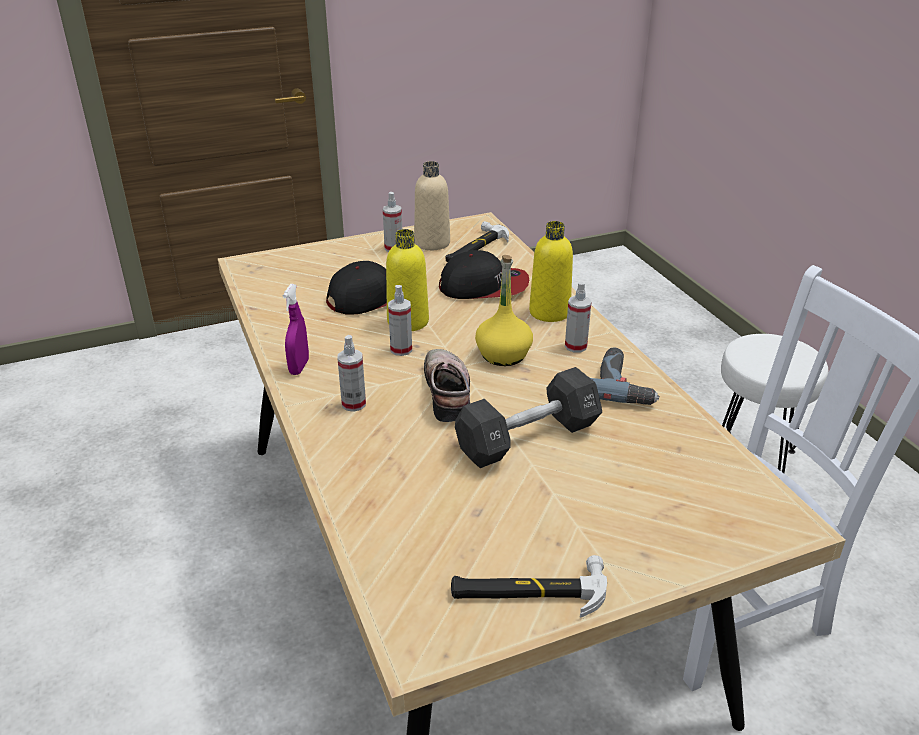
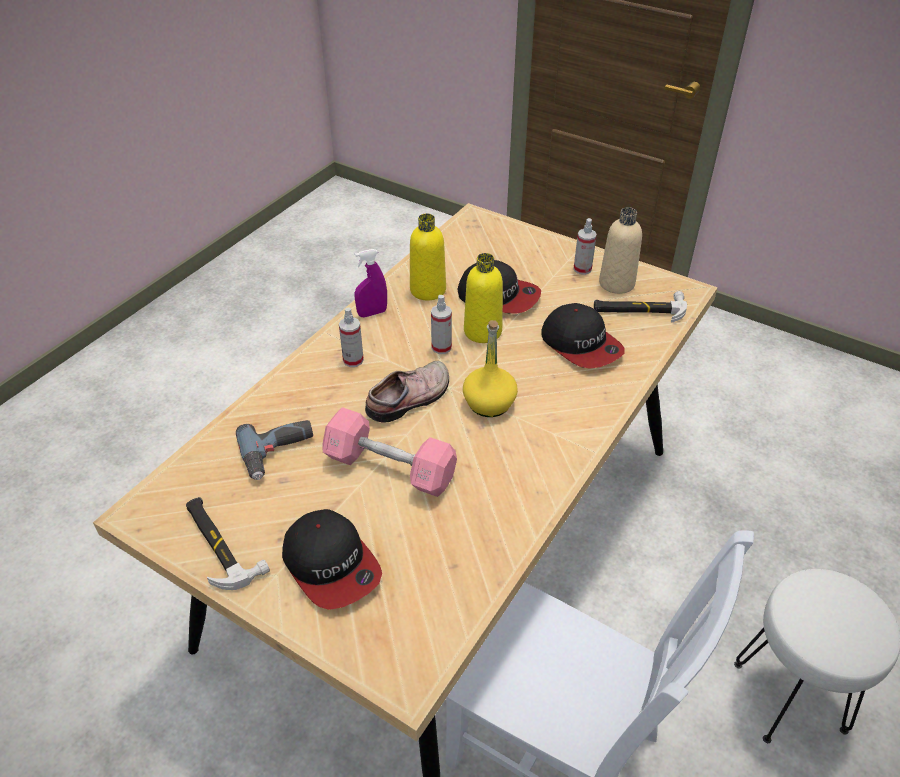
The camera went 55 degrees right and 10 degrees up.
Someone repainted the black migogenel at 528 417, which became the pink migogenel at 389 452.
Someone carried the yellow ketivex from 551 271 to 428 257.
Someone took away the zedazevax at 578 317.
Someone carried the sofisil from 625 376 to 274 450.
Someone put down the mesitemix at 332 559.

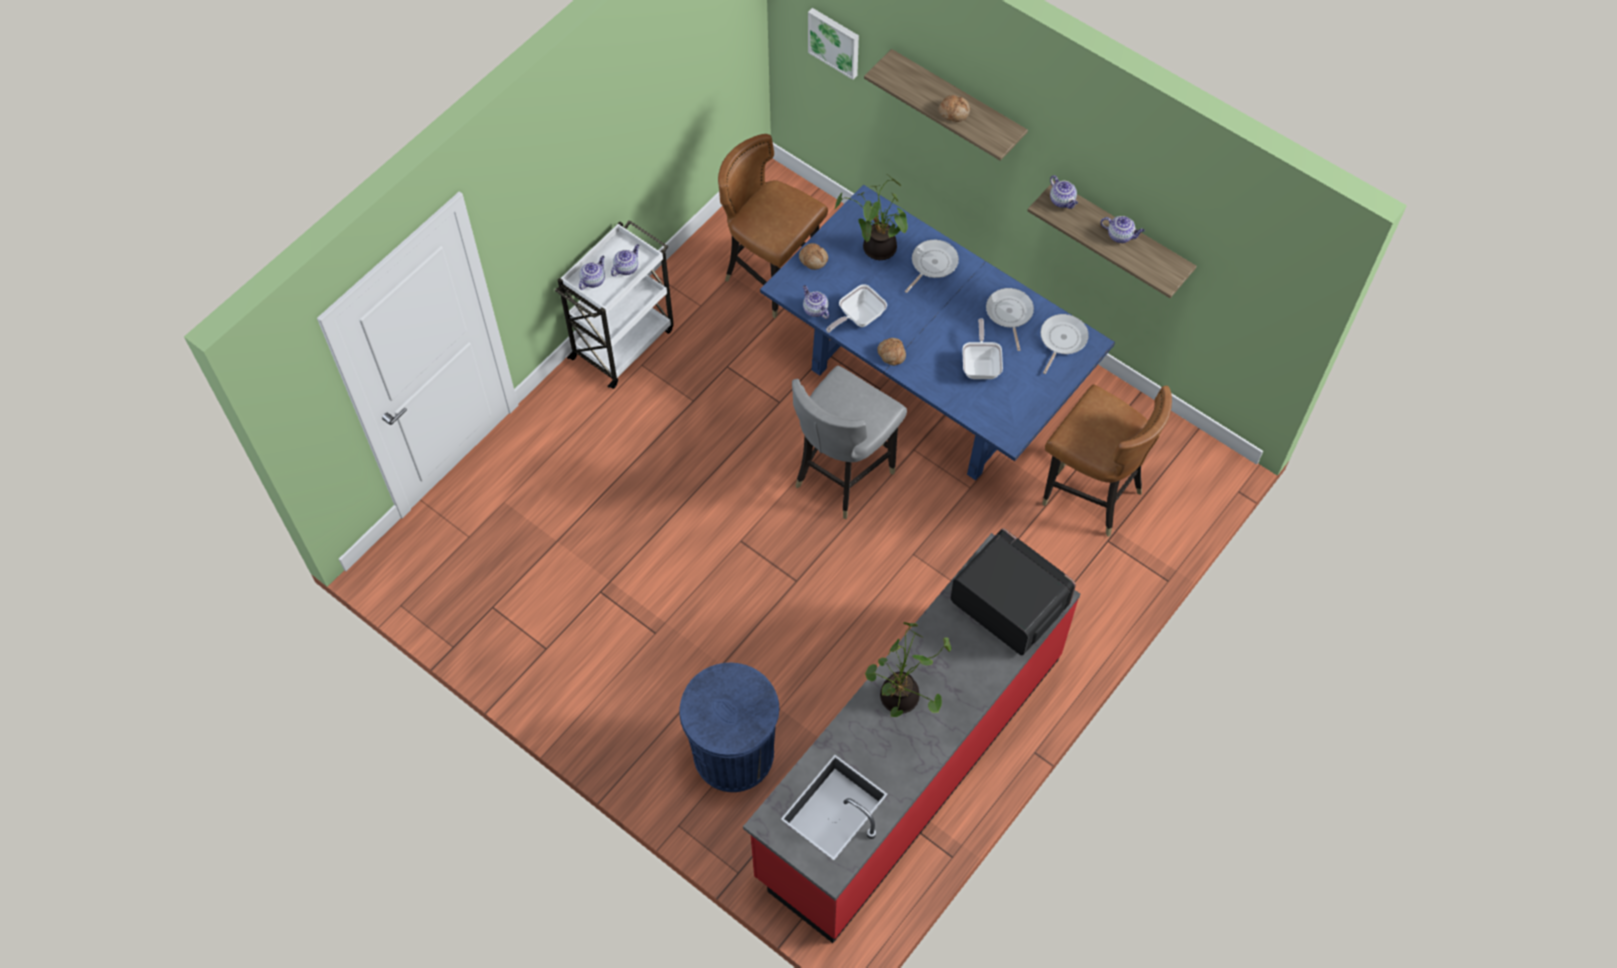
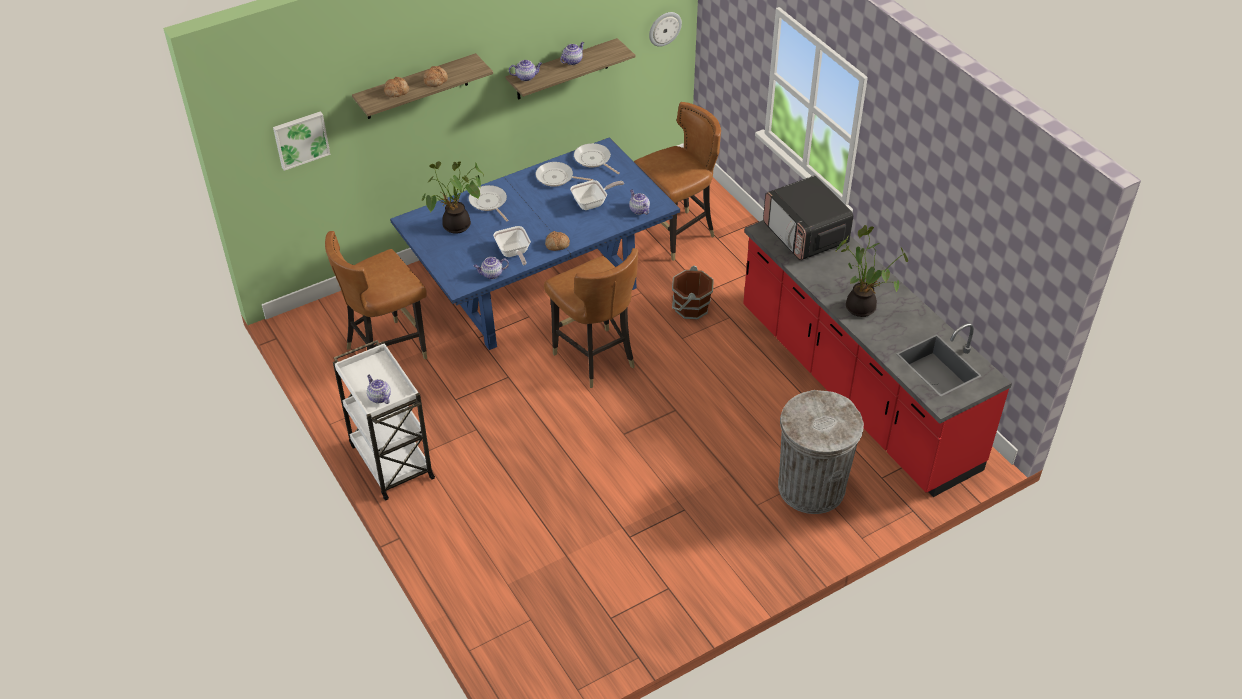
The camera went 70 degrees left and 15 degrees down.
Someone carried the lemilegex from 625 260 to 639 202.
Someone repainted the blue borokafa at 729 727, which became the grey borokafa at 821 452.
Someone repainted the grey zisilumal at 849 442, which became the brown zisilumal at 591 318.
Someone carried the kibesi from 813 256 to 396 87.
Someone rotated the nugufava at 1013 592 by 90 degrees counterclockwise.
Someone rotated the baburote at 982 349 by 135 degrees clockwise.
Someone put up the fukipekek at 665 29.
Someone put down the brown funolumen at 693 293.

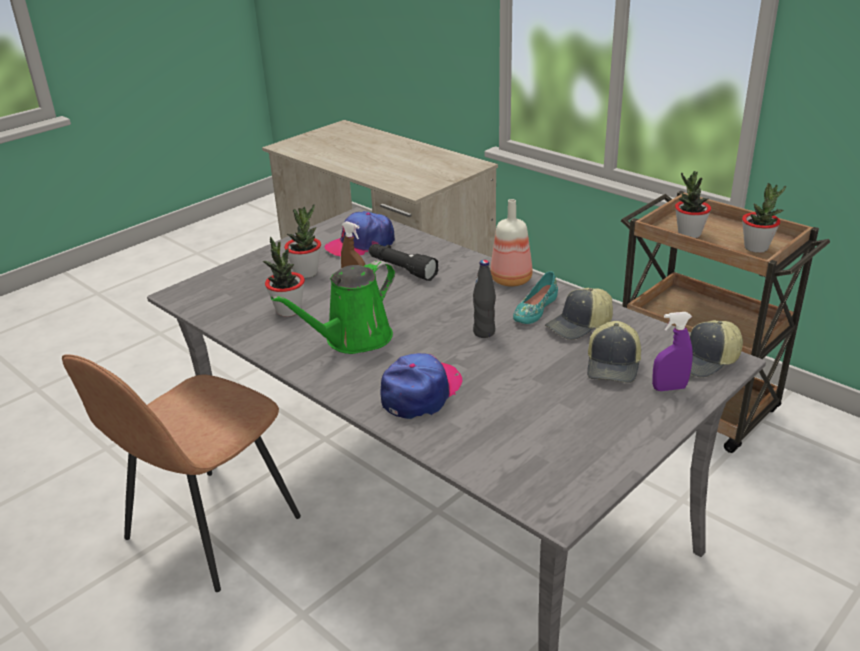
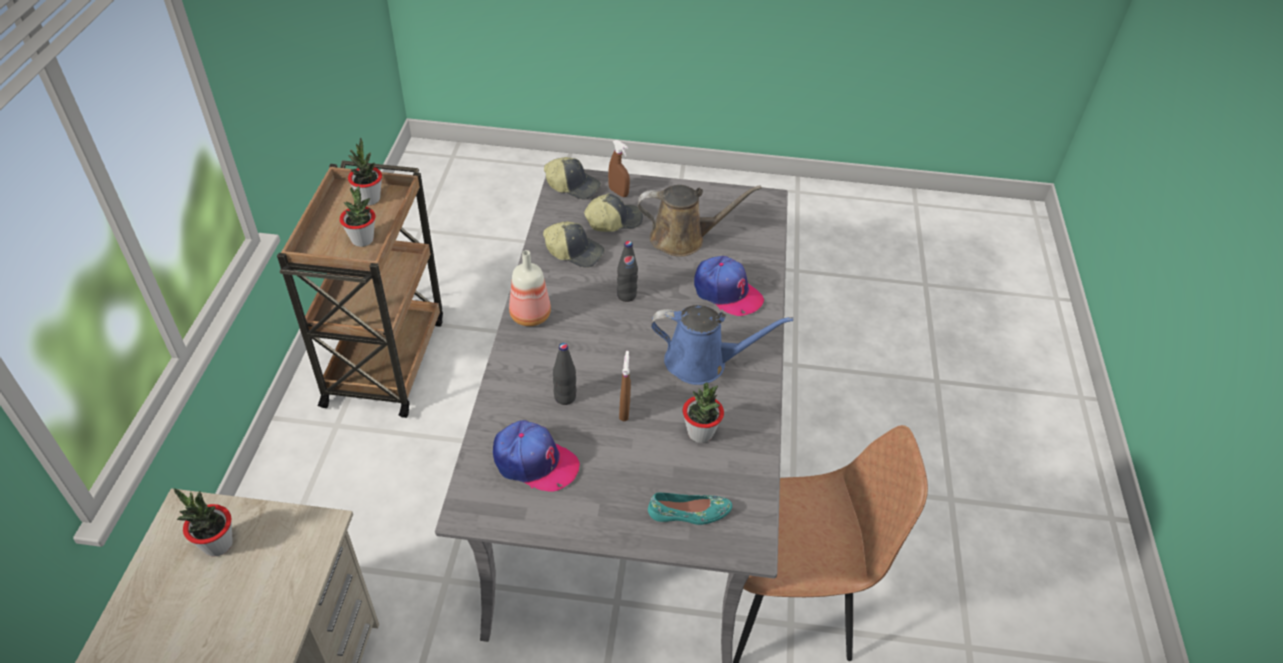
The camera went 130 degrees left and 15 degrees up.
Someone repainted the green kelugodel at 333 307, which became the blue kelugodel at 722 345.
Someone carried the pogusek from 302 241 to 203 522.
Someone swapped the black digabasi at 404 262 for the black ketivex at 564 374.
Someone rotated the mesitemix at 421 386 by 135 degrees counterclockwise.
Someone carried the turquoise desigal from 535 297 to 690 508.
Someone repainted the purple zedazevax at 672 351, which became the brown zedazevax at 619 168.
Someone put down the brown kelugodel at 700 221.

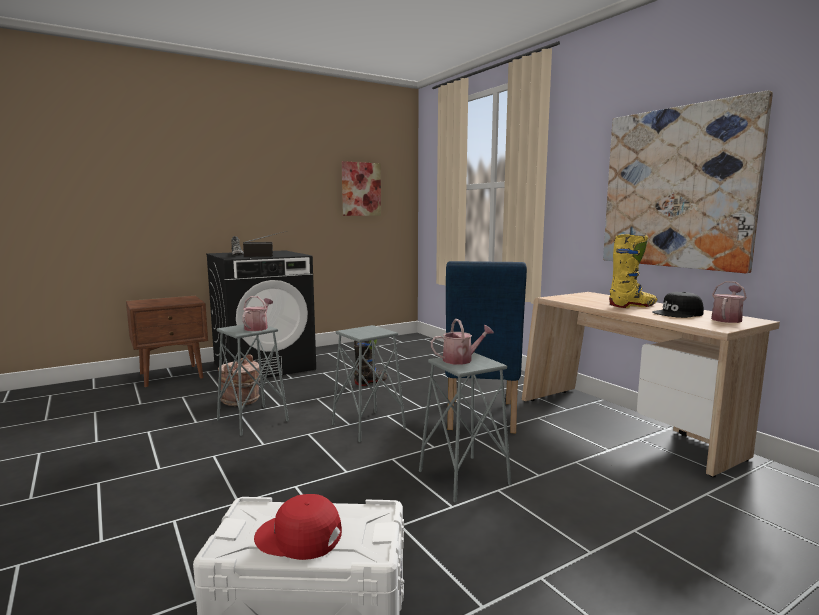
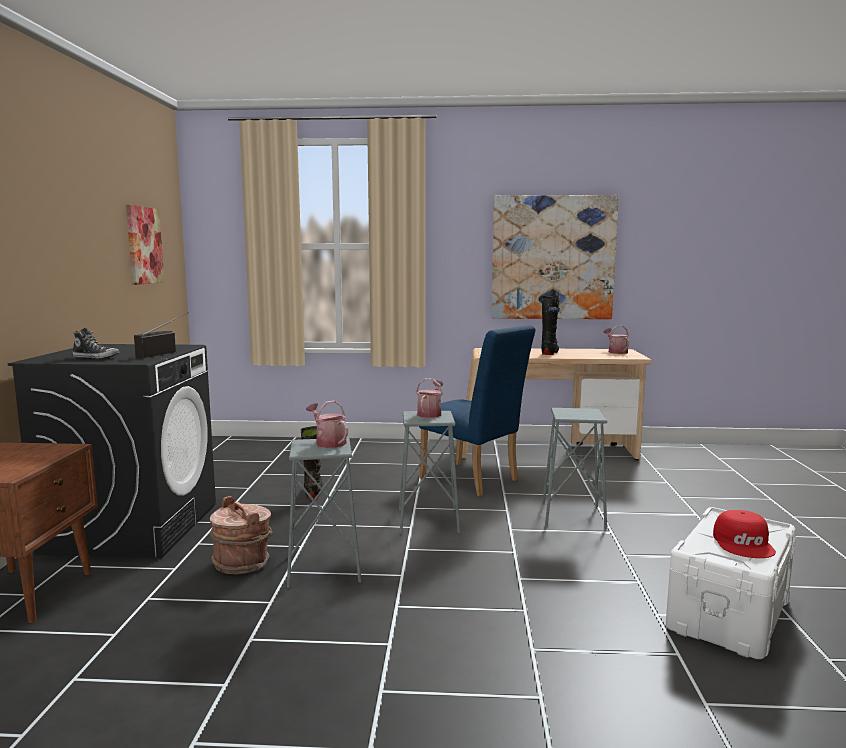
The camera went 55 degrees left and 0 degrees up.
Someone rotated the red mesitemix at 298 527 by 45 degrees counterclockwise.
Someone carried the kelugodel from 462 342 to 429 398.
Someone repainted the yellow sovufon at 633 271, which became the black sovufon at 550 325.
Someone took away the black mesitemix at 678 305.

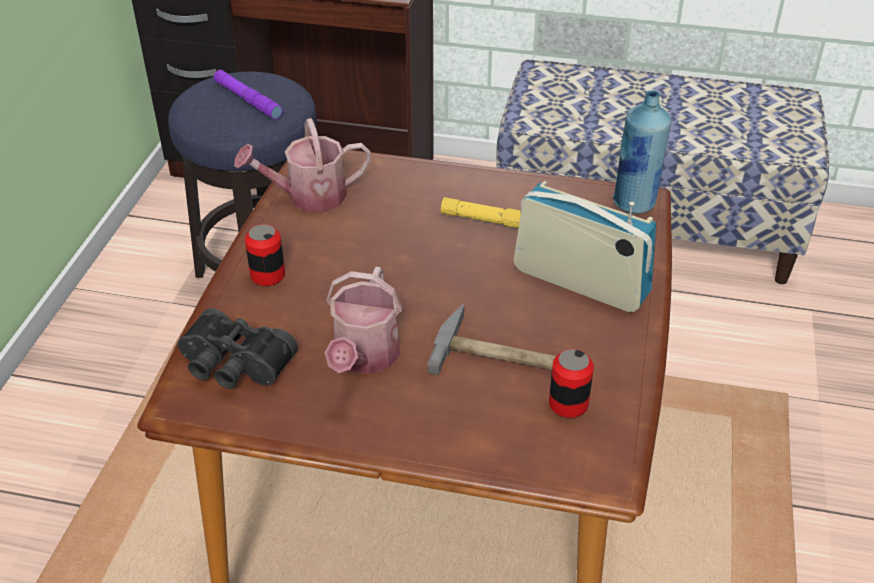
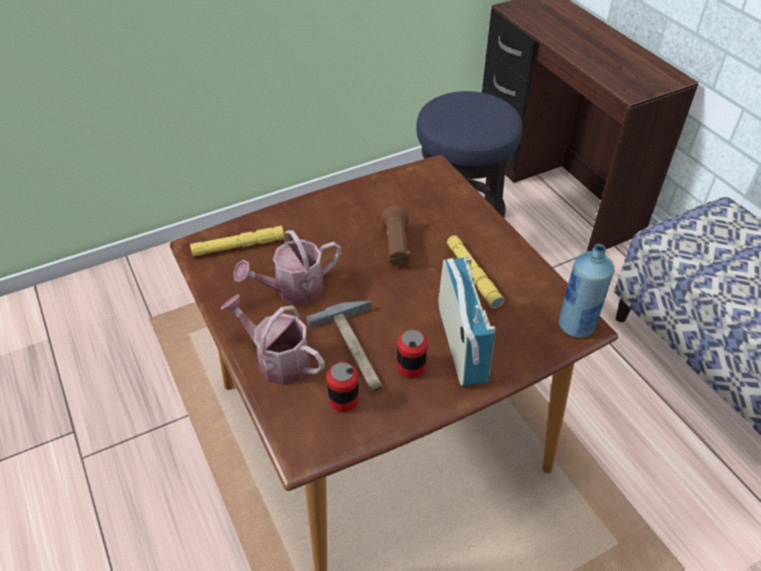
The camera went 50 degrees right and 5 degrees up.
Someone swapped the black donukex at 237 348 for the yellow digabasi at 237 241.
Someone took away the purple digabasi at 248 94.
Someone carried the kelugodel from 302 165 to 273 339.
Someone carried the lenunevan from 265 255 to 412 354.
Someone put down the brown digabasi at 396 236.

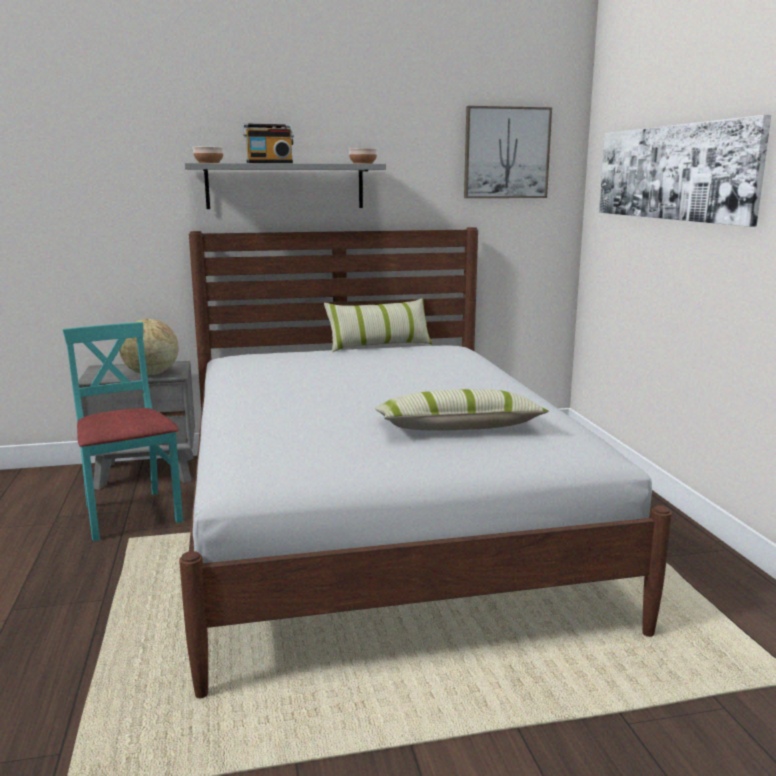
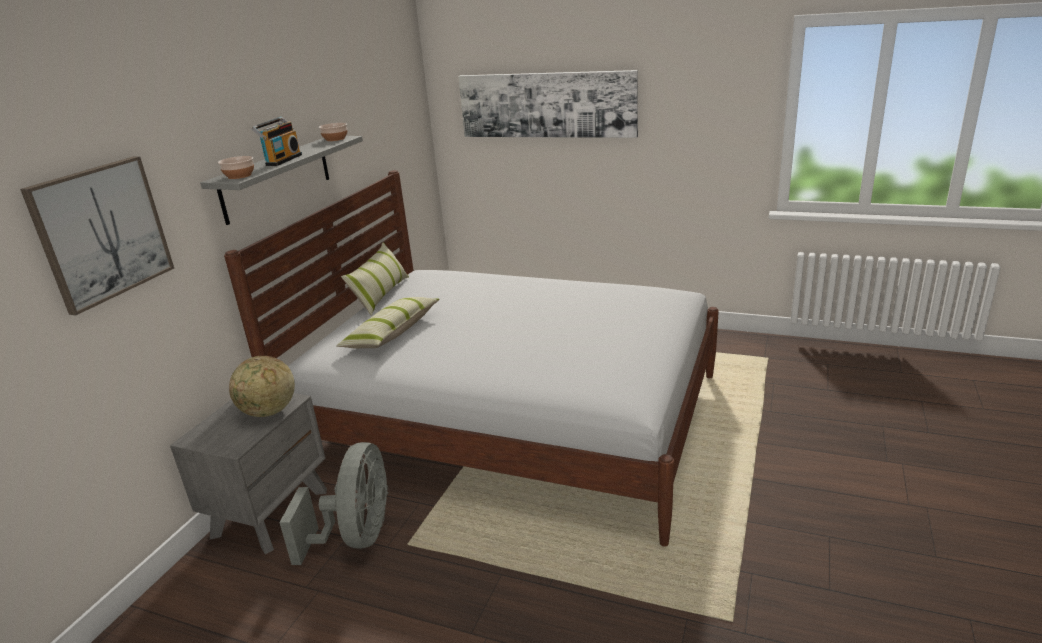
The camera went 55 degrees left and 10 degrees up.
Someone swapped the turquoise zisilumal at 123 431 for the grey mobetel at 333 503.
Someone carried the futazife from 462 410 to 388 322.
Someone carried the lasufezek from 508 152 to 97 235.

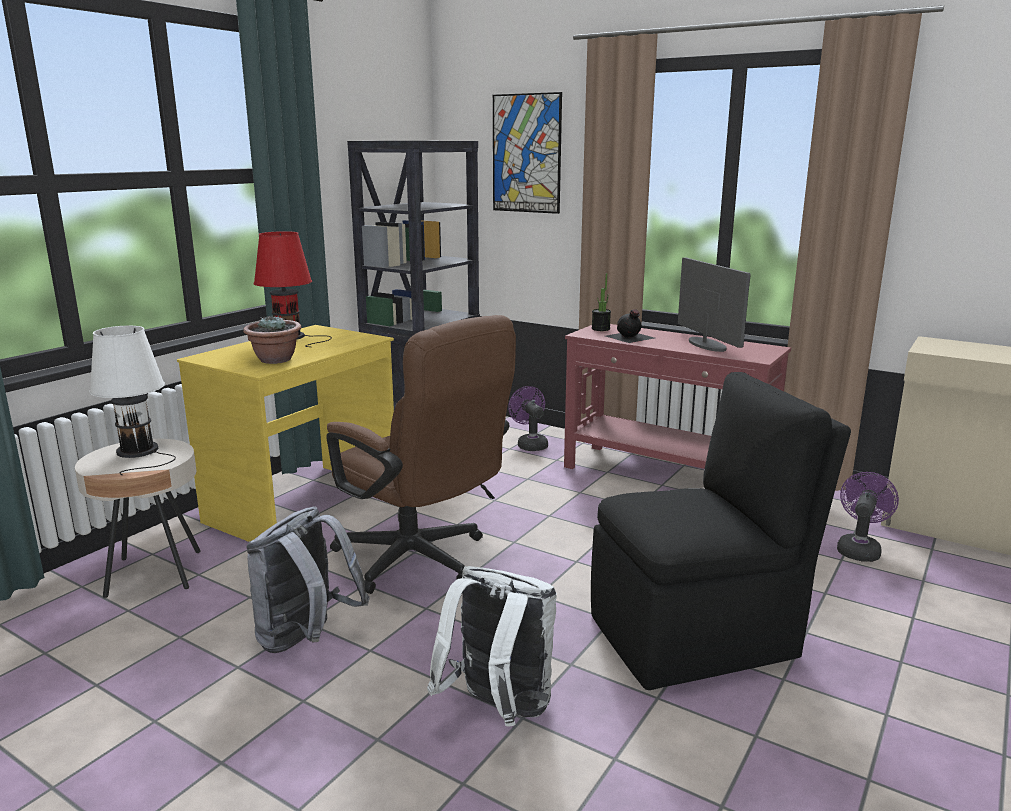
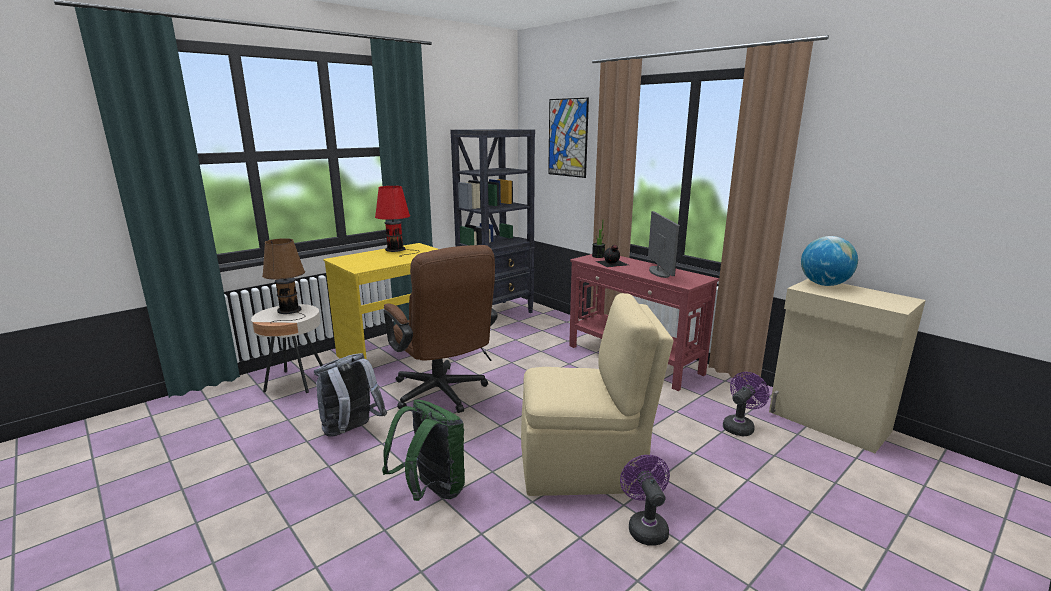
The camera went 15 degrees right and 0 degrees up.
Someone repainted the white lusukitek at 132 401, which became the brown lusukitek at 283 280.
Someone took away the pogusek at 272 340.
Someone repainted the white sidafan at 492 646, which became the green sidafan at 423 450.
Someone carried the purple mobetel from 528 418 to 645 500.
Someone repainted the black zisilumal at 721 531, which became the beige zisilumal at 597 394.
Someone put down the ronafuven at 829 261.

